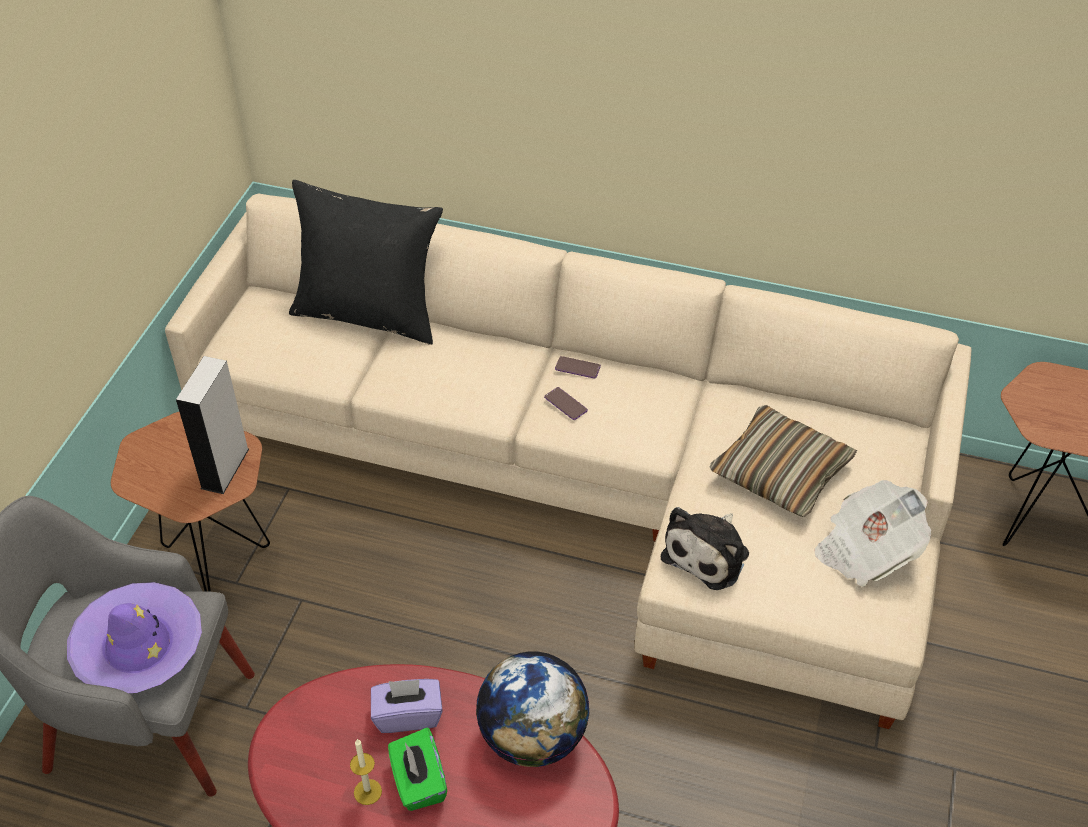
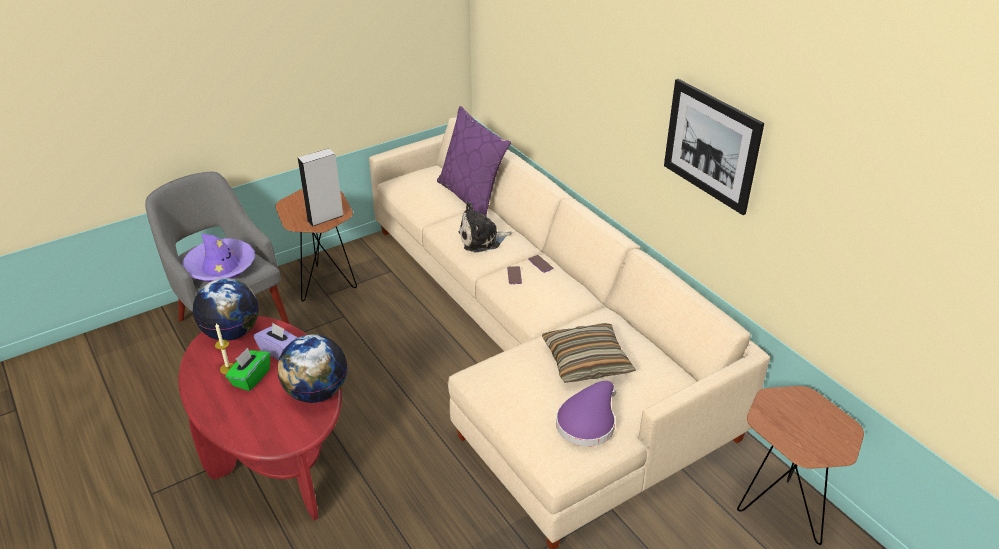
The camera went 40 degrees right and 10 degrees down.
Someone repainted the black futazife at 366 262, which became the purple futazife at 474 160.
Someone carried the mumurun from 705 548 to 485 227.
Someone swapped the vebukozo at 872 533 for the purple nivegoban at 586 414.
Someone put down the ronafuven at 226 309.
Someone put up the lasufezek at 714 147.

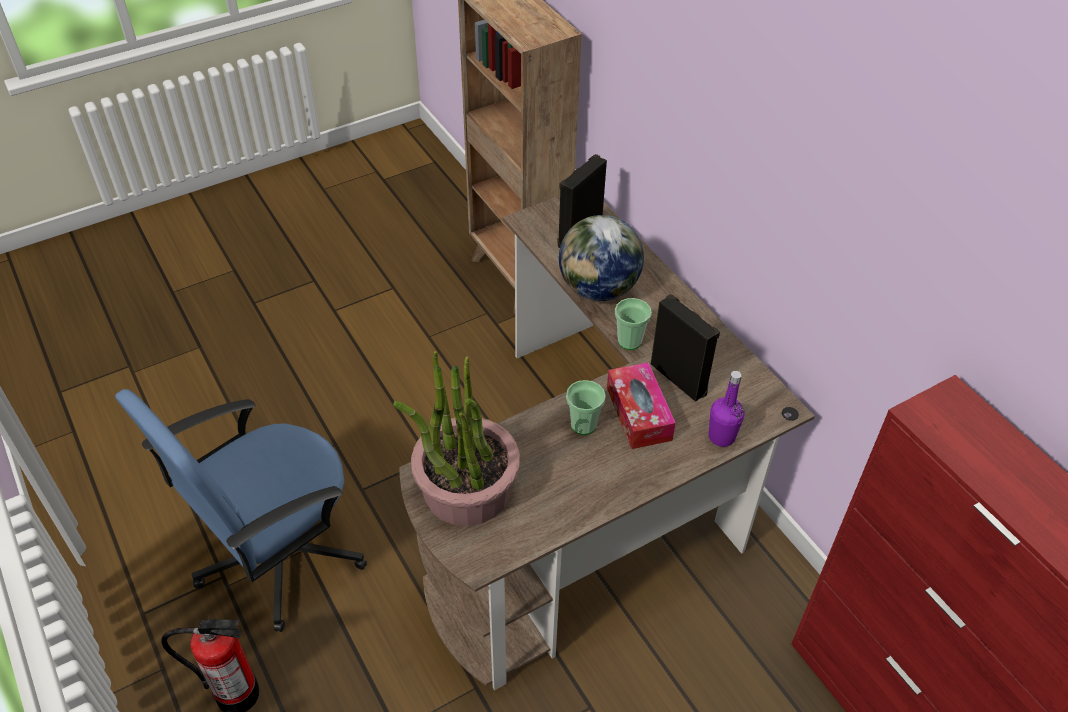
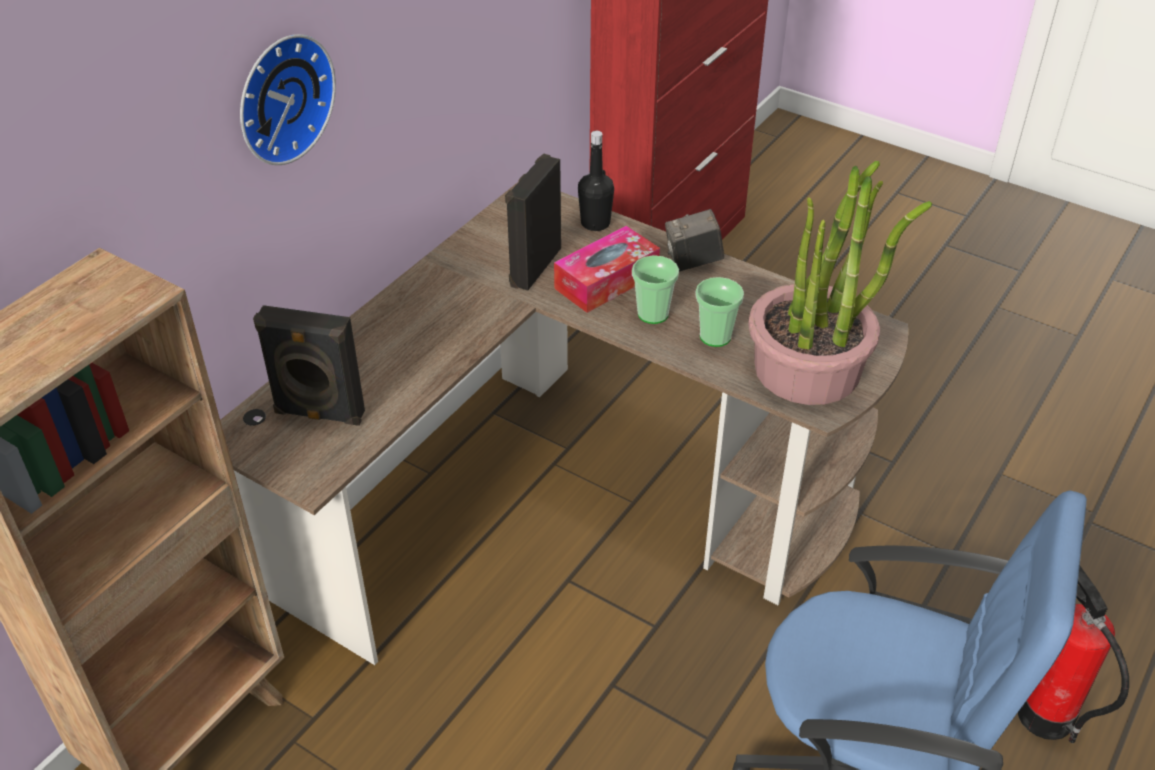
The camera went 115 degrees left and 5 degrees down.
Someone took away the ronafuven at 601 258.
Someone carried the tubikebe from 633 324 to 719 312.
Someone repainted the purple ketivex at 727 409, which became the black ketivex at 596 181.
Someone put up the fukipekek at 288 99.
Someone put down the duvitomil at 694 240.

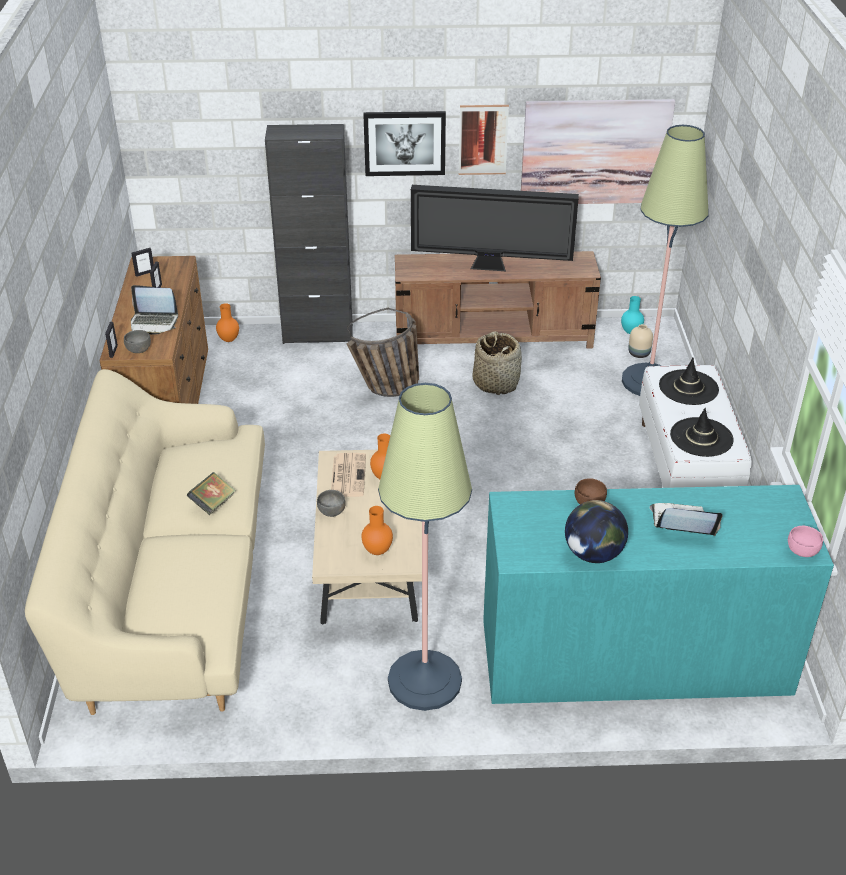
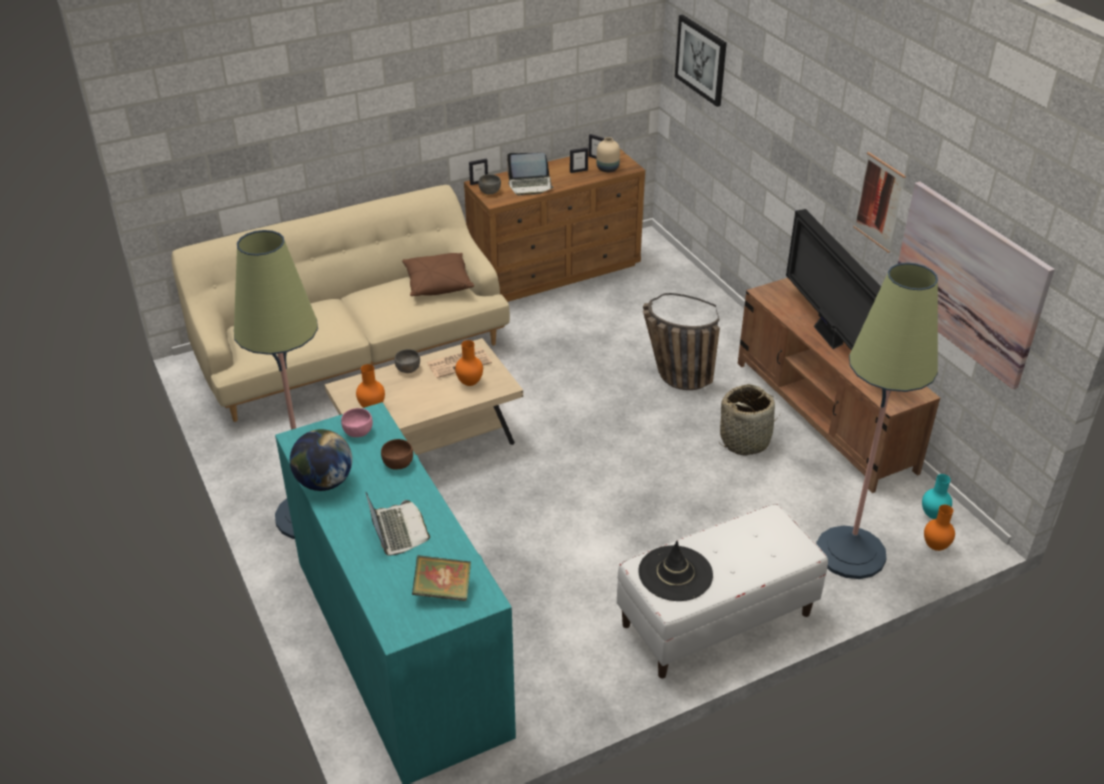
The camera went 65 degrees right and 0 degrees up.
Someone rotated the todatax at 154 310 by 75 degrees counterclockwise.
Someone carried the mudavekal from 211 493 to 441 578.
Someone carried the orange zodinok from 227 322 to 939 528.
Someone took away the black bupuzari at 309 234.
Someone carried the lasufezek from 404 143 to 701 61.
Someone carried the beige zodinok from 640 341 to 608 154.
Someone took away the black nivegoban at 689 381.
Someone carried the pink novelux from 805 541 to 357 422.
Someone put down the brown futazife at 438 274.

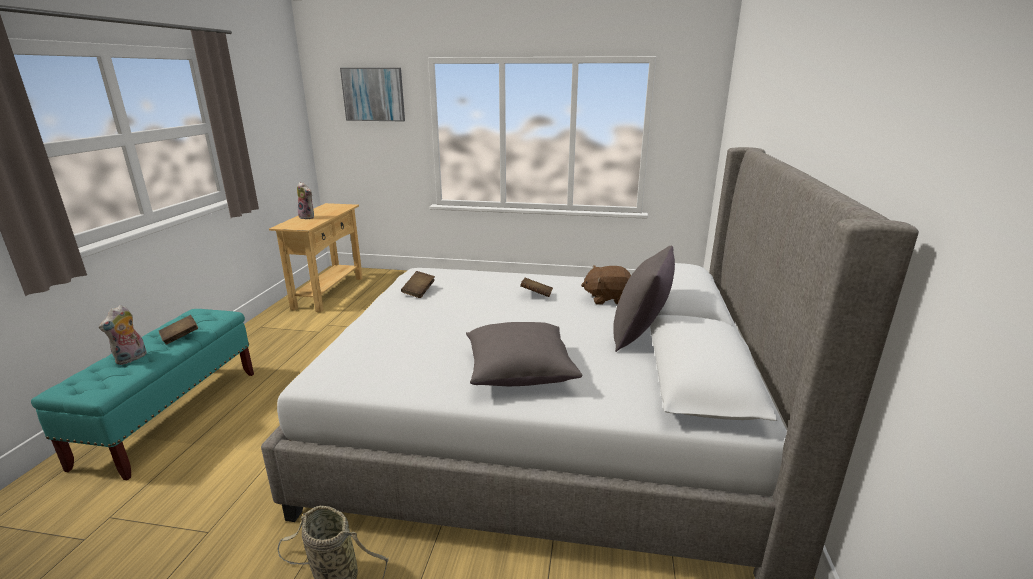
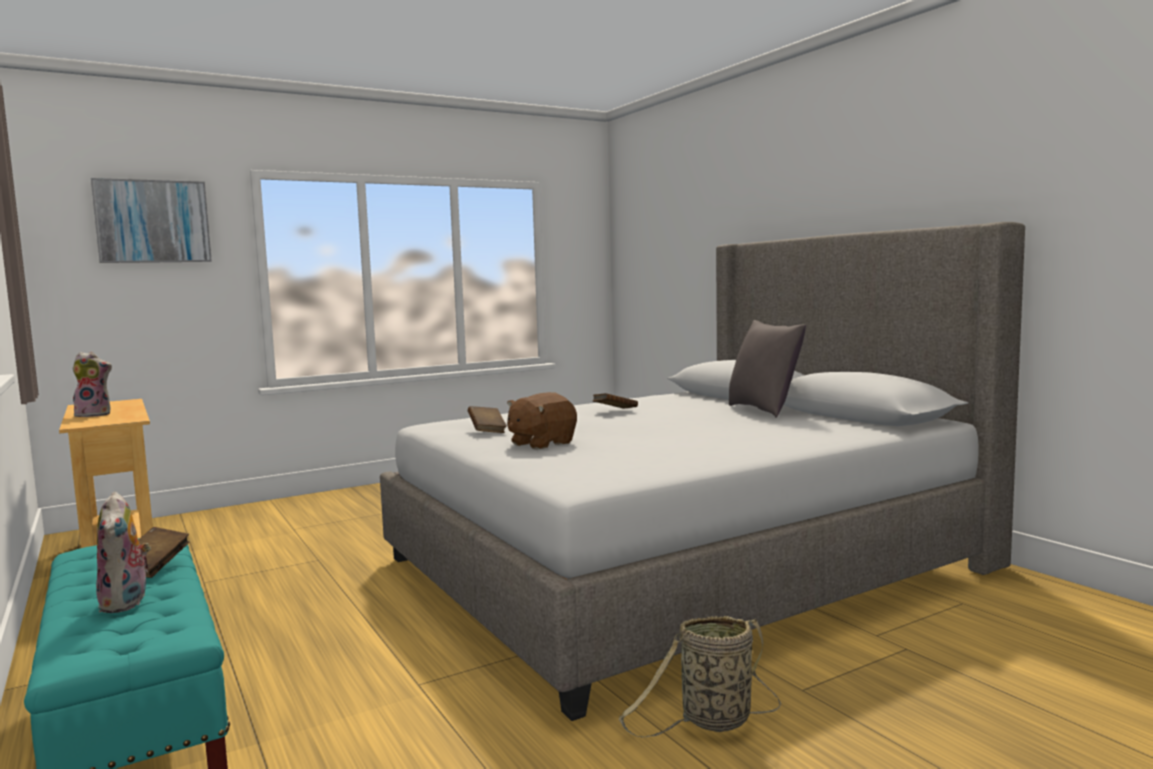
The camera went 40 degrees left and 15 degrees down.
Someone took away the grey futazife at 524 354.
Someone carried the brown mumurun from 606 285 to 542 421.

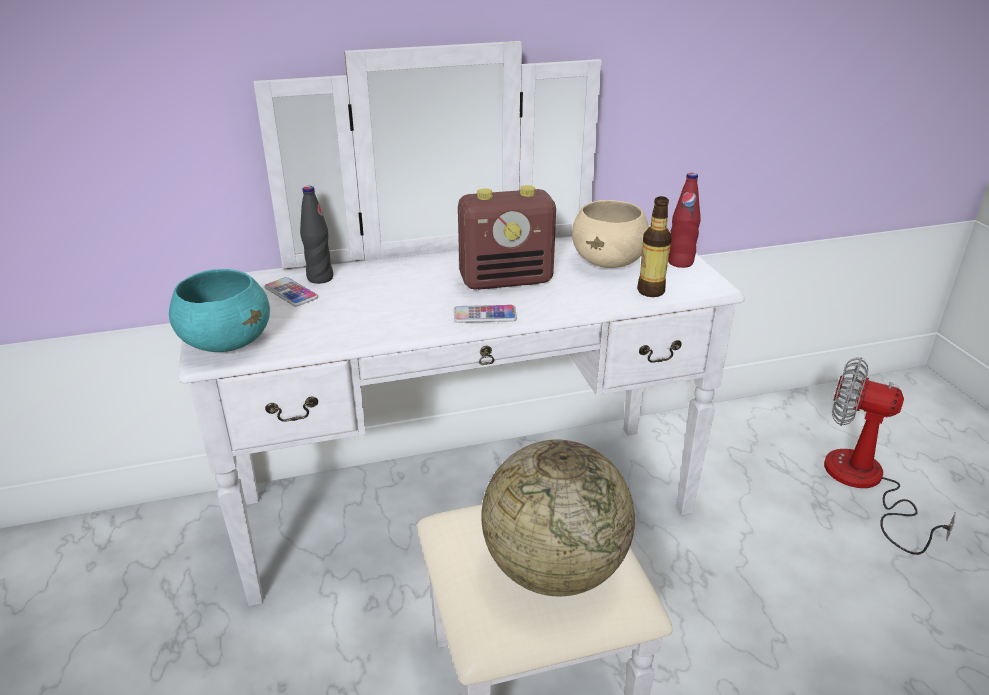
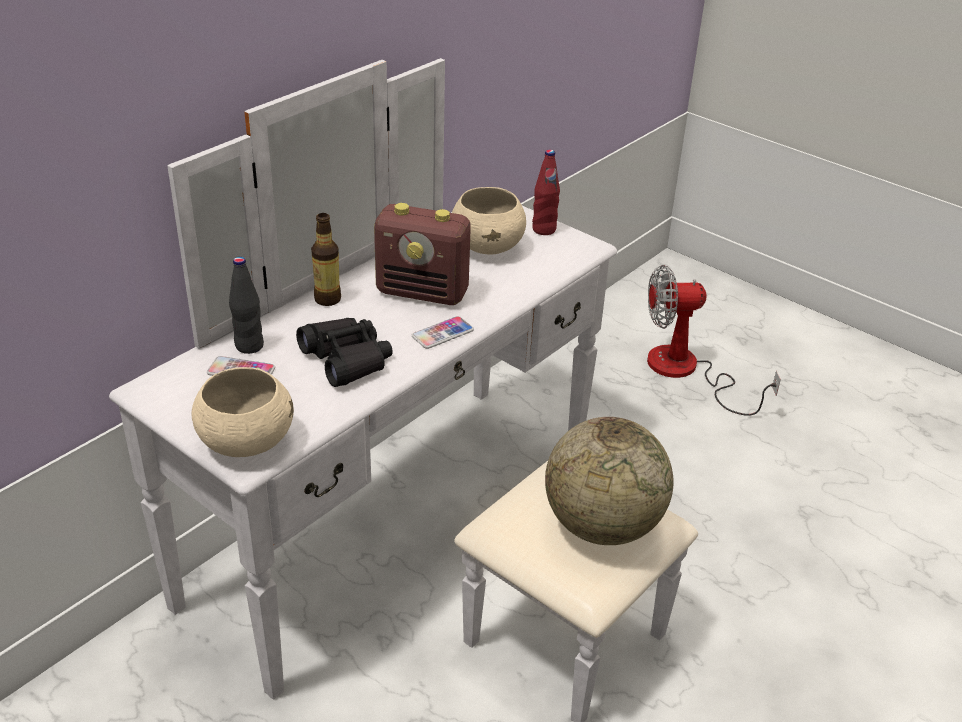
The camera went 35 degrees left and 5 degrees up.
Someone repainted the turquoise novelux at 219 310, which became the beige novelux at 242 412.
Someone rotated the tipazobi at 507 237 by 60 degrees clockwise.
Someone carried the ketivex from 654 246 to 326 259.
Someone put down the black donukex at 344 352.

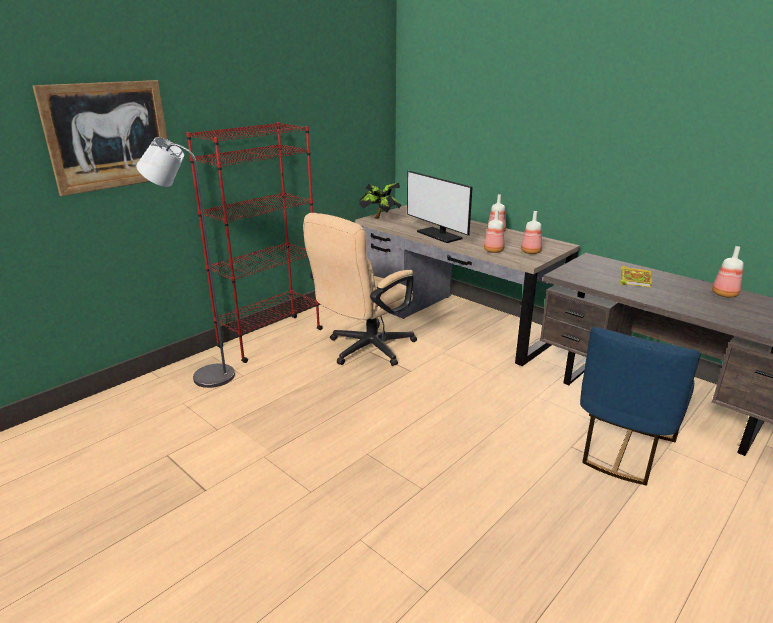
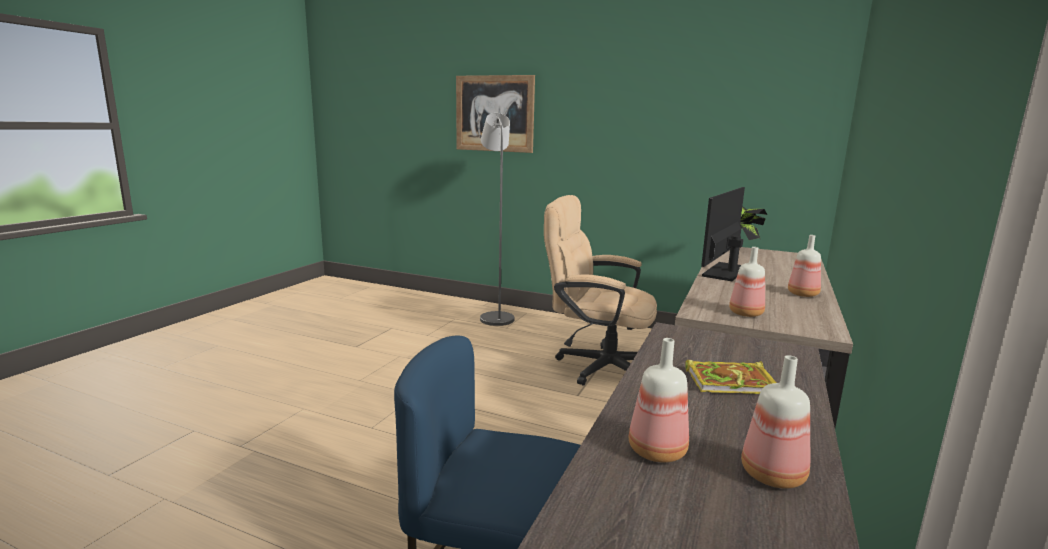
The camera went 70 degrees right and 10 degrees down.
Someone took away the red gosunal at 254 242.
Someone carried the ketivex from 494 231 to 659 400.

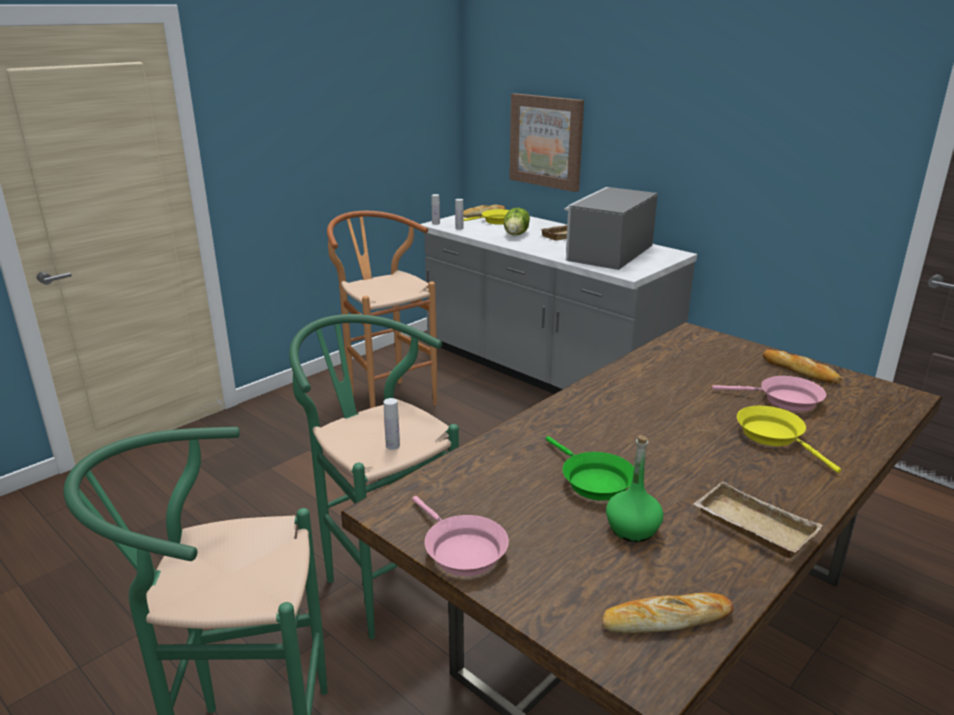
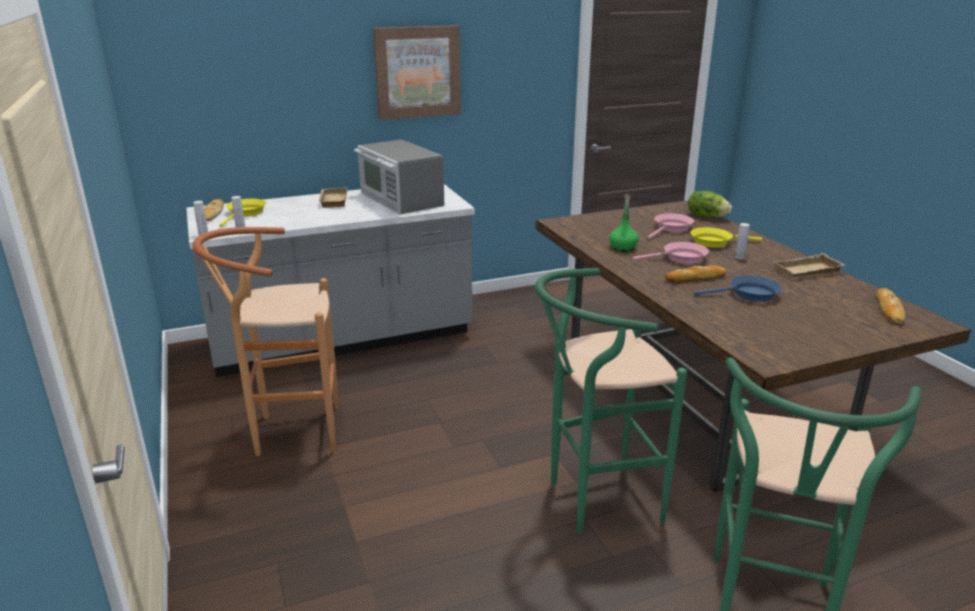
The camera went 65 degrees left and 0 degrees up.
Someone carried the white ketivex from 392 424 to 742 241.
Someone carried the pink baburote from 460 536 to 671 253.
Someone carried the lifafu from 517 222 to 710 204.
Someone carried the lasufezek from 546 142 to 417 72.
Someone repainted the green baburote at 590 468, which became the blue baburote at 738 288.
Someone carried the green ketivex from 634 488 to 624 223.
Someone carried the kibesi from 802 366 to 695 274.

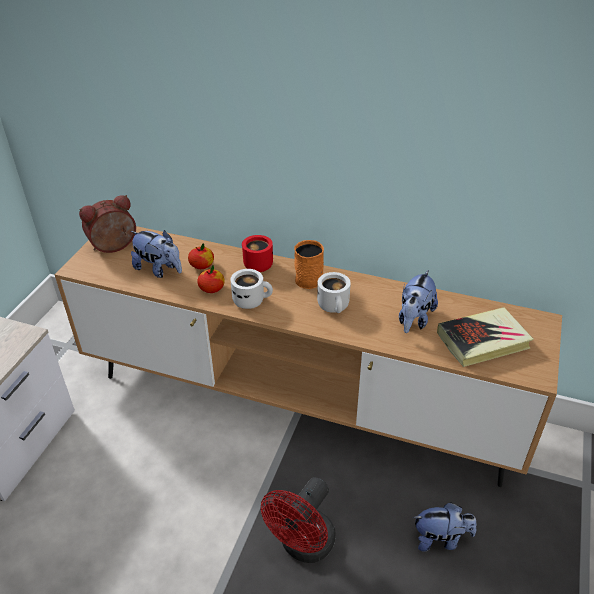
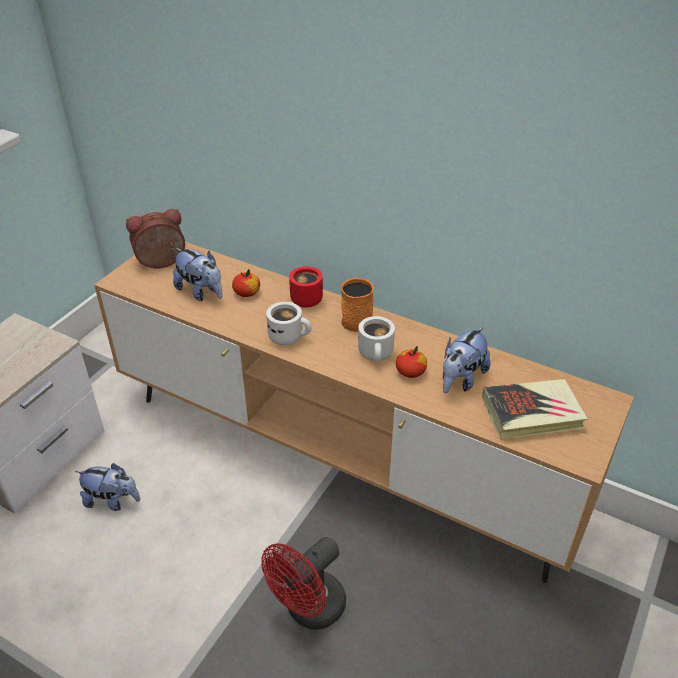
The camera went 10 degrees right and 0 degrees up.
Someone carried the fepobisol from 211 279 to 411 362.
Someone carried the mumurun from 444 527 to 107 487.

